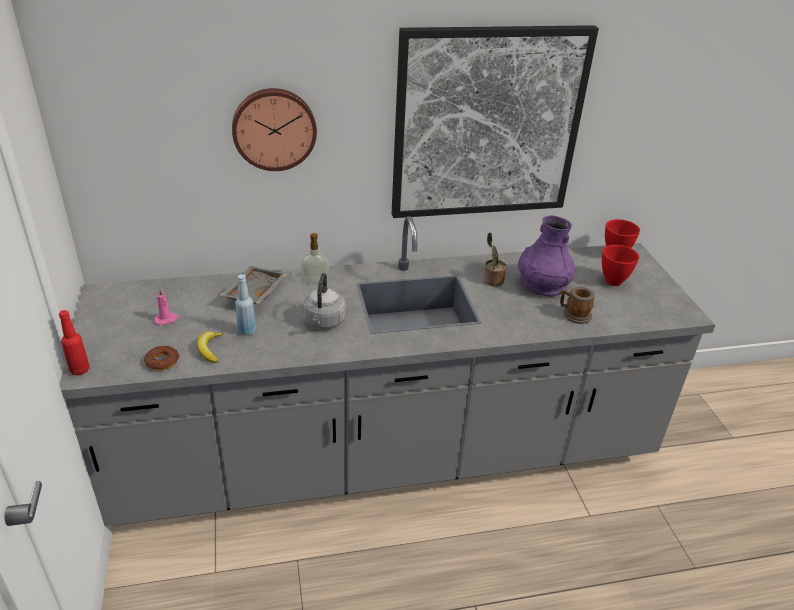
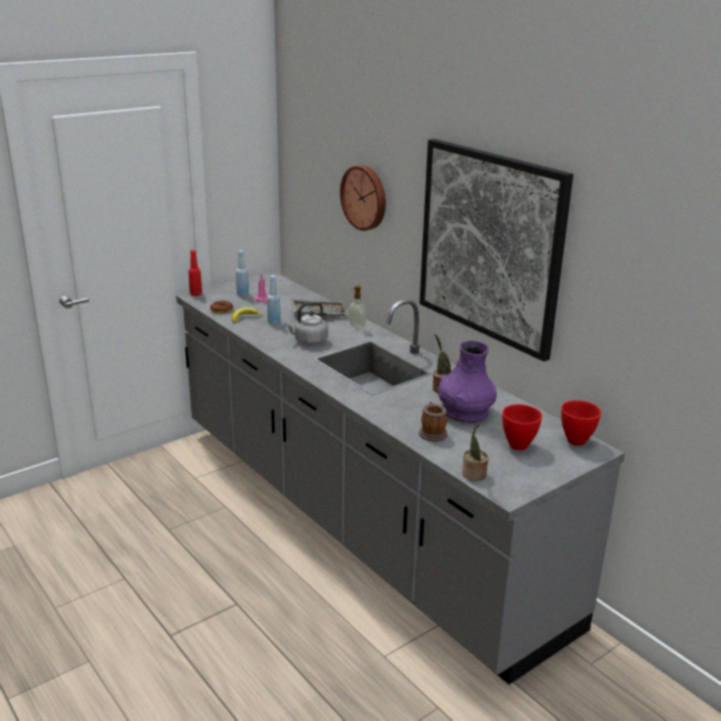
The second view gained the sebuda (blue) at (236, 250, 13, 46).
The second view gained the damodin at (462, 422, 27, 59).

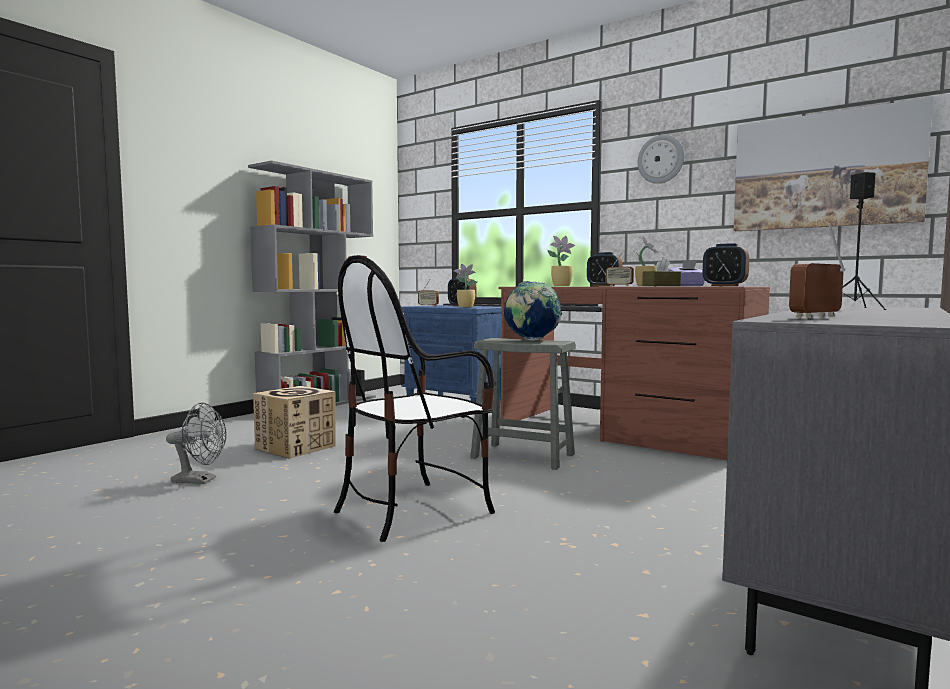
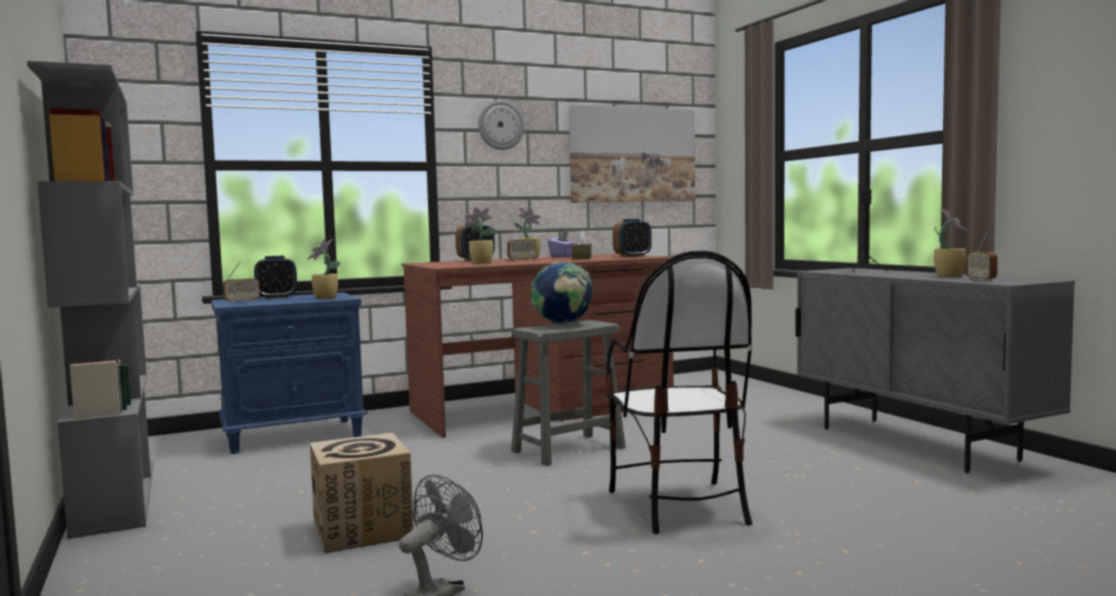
The second view gained the damodin at (934, 208, 34, 69).

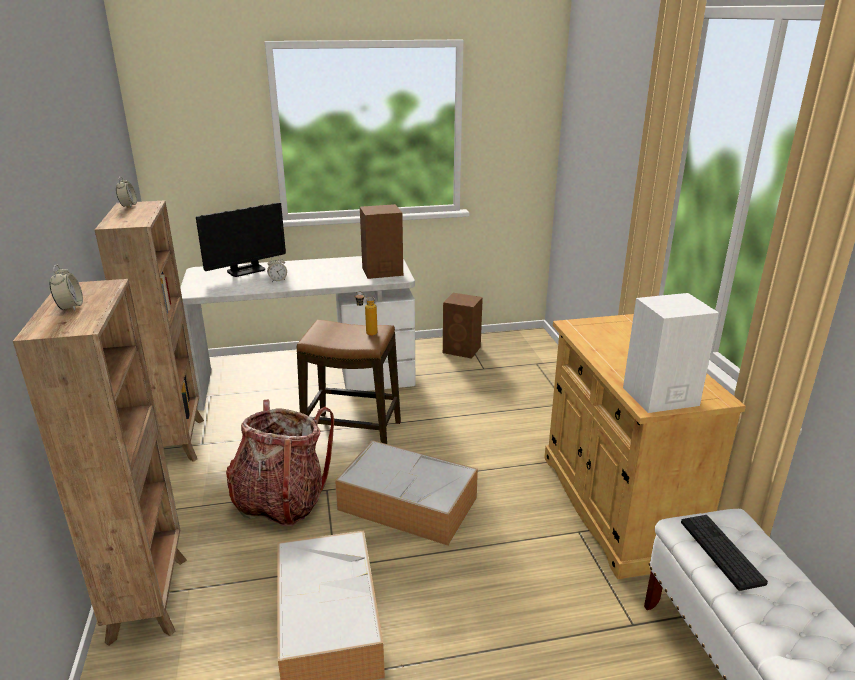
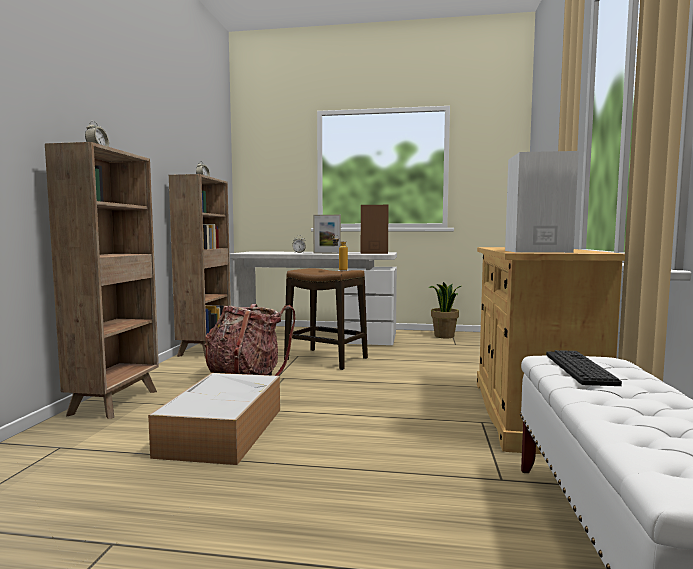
The second view lost the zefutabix at (196, 202, 90, 75).
The second view lost the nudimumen at (335, 440, 143, 106).
The second view gained the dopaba at (313, 215, 28, 39).
Where the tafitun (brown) stood at (443, 293, 40, 66), the damodin came to stand at (428, 282, 33, 56).

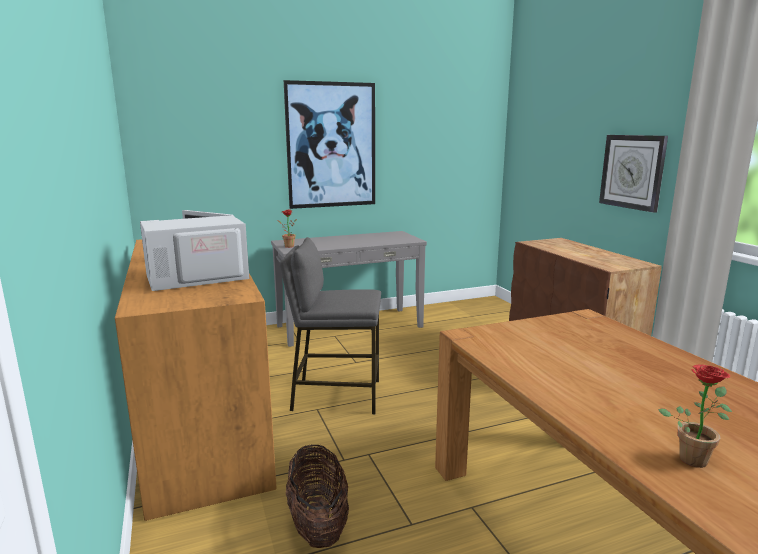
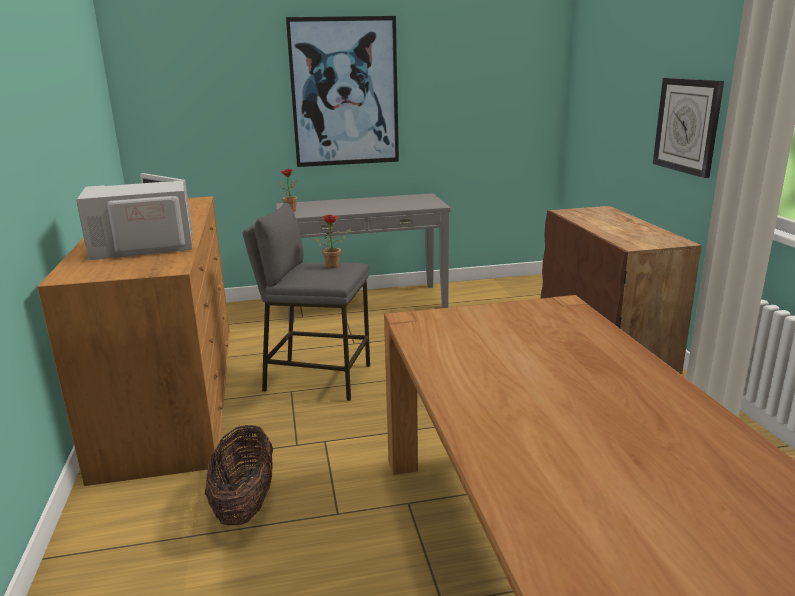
The damodin ended up elsewhere, having gone from (658, 365, 74, 103) to (314, 215, 37, 53).

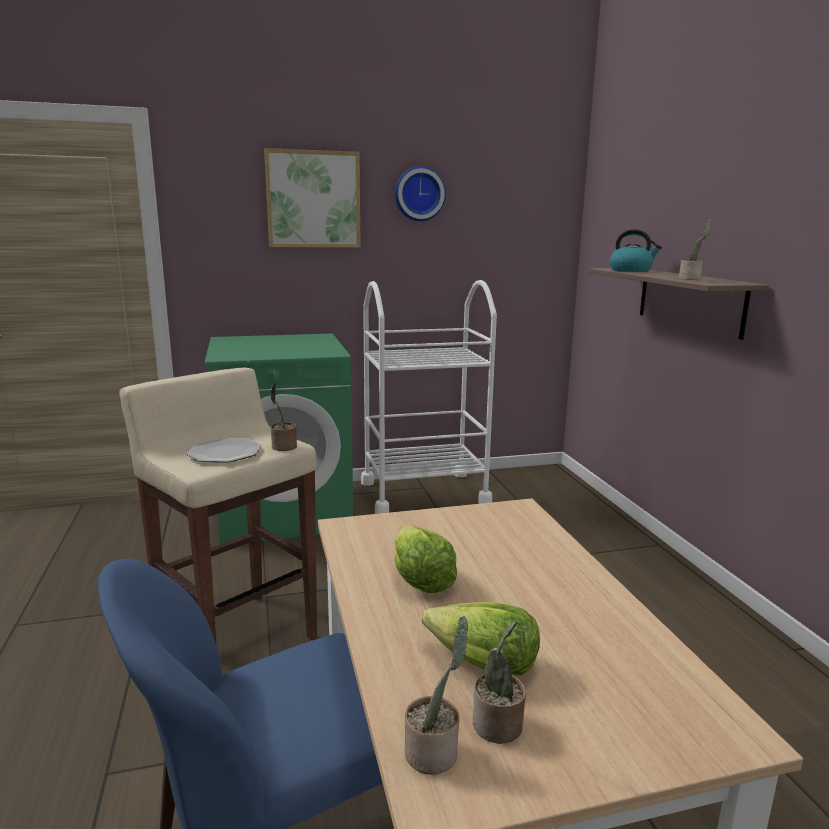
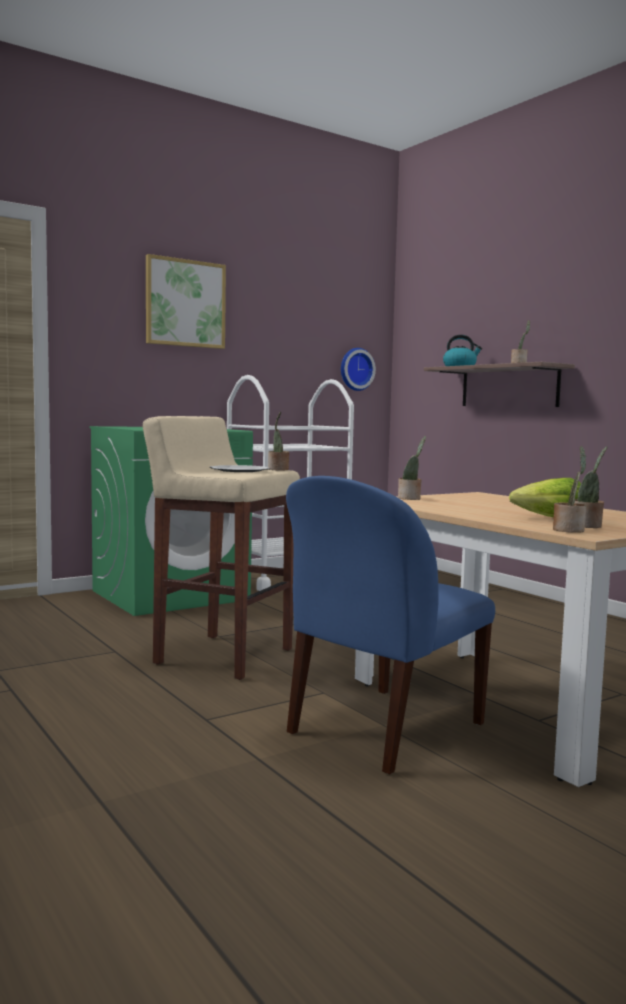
The second view lost the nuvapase at (394, 525, 63, 68).
The second view gained the damodin at (398, 436, 28, 64).
The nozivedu ended up elsewhere, having gone from (395, 166, 51, 55) to (341, 348, 35, 43).

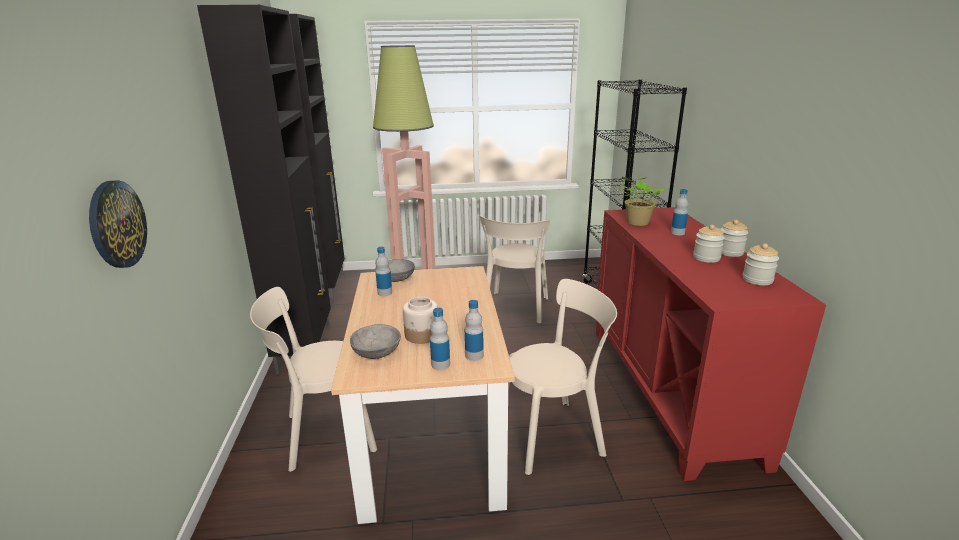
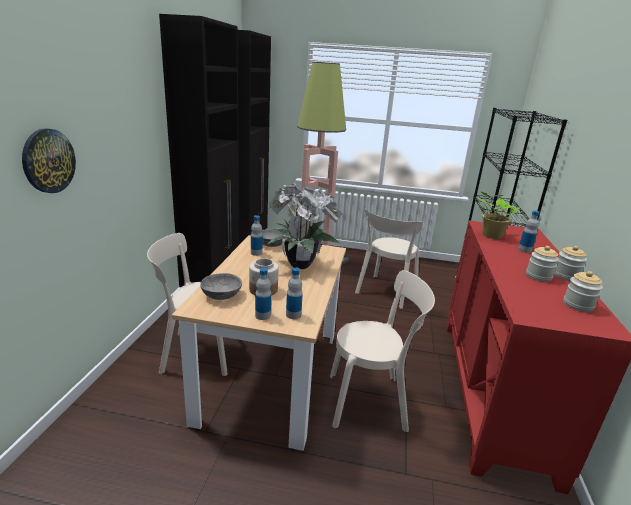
The second view gained the damodin at (266, 183, 77, 86).

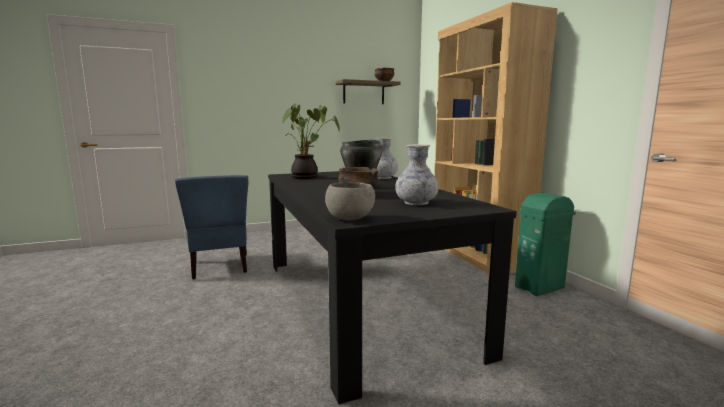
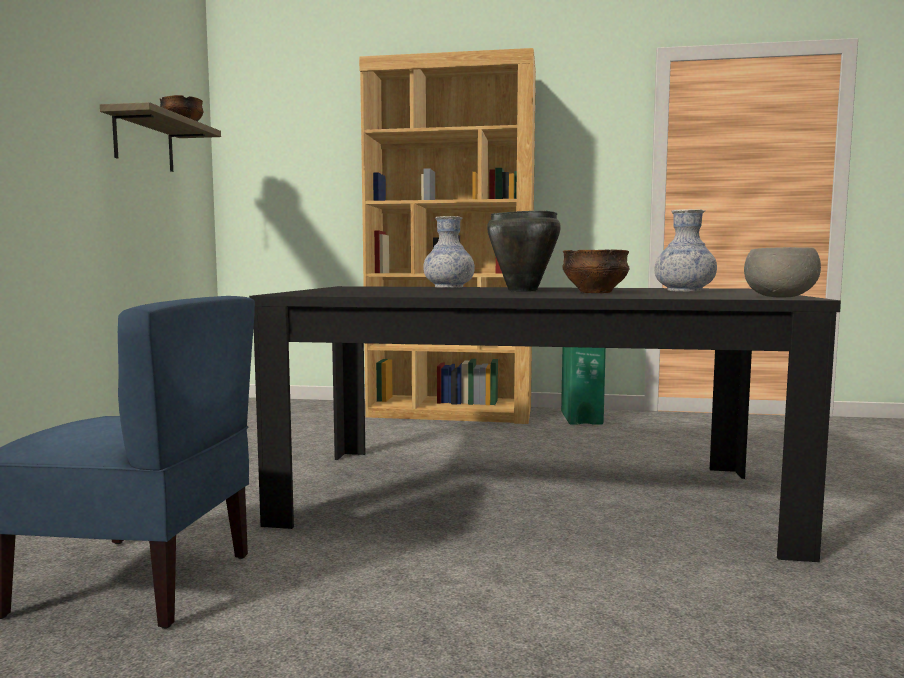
The second view lost the damodin at (282, 103, 58, 76).

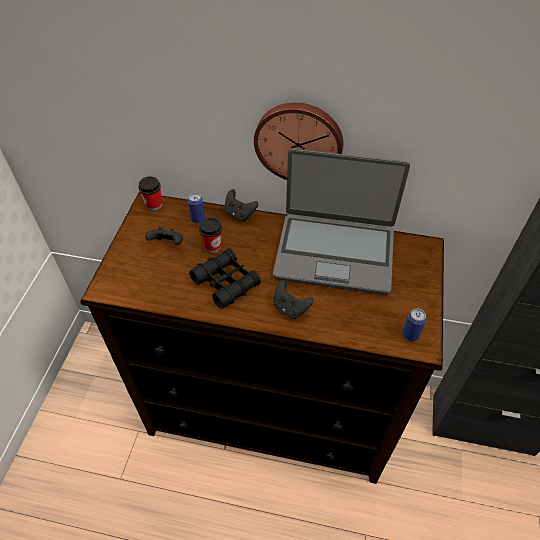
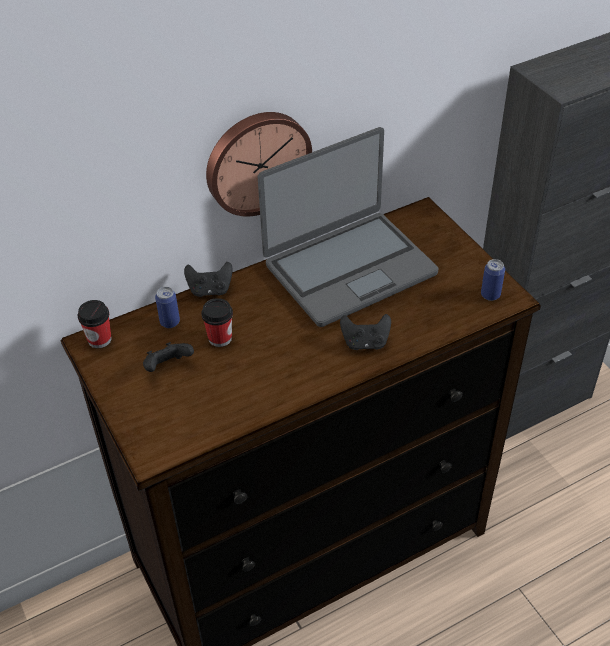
The second view lost the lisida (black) at (189, 248, 72, 61).

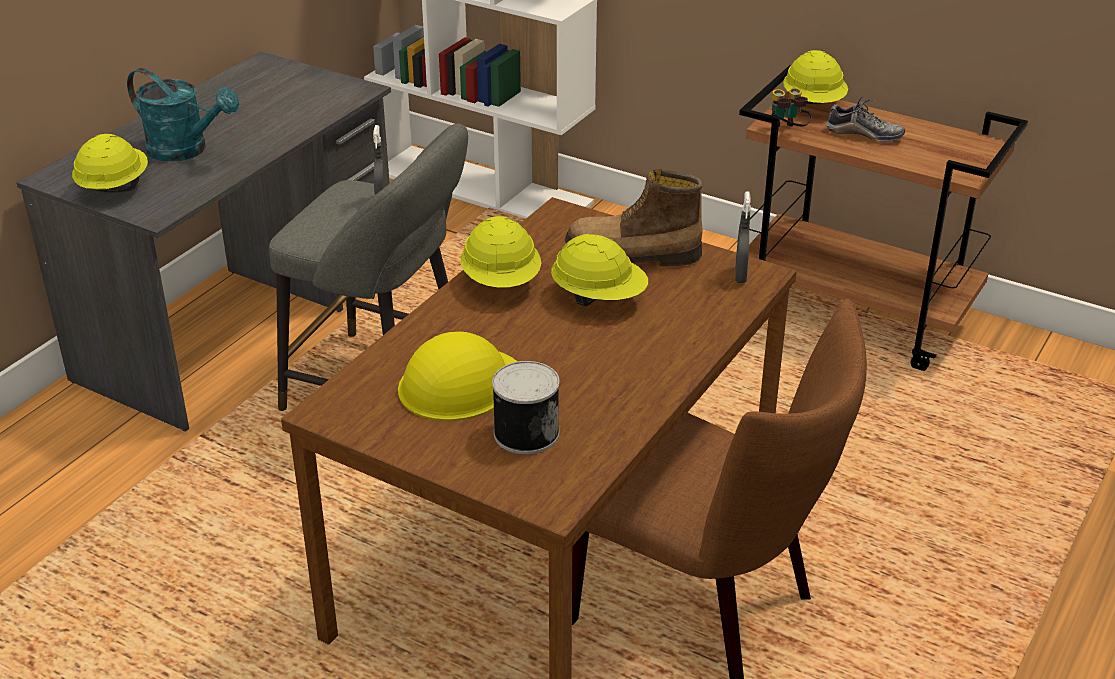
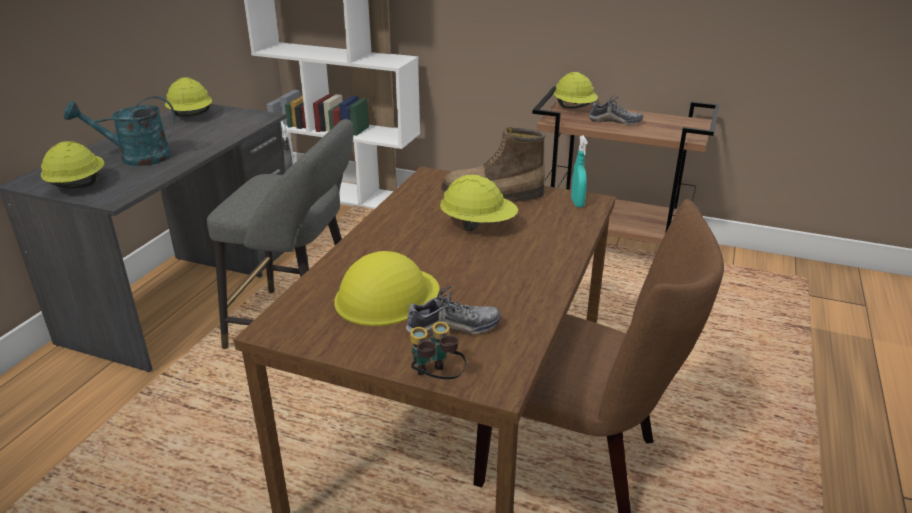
The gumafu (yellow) ended up elsewhere, having gone from (461, 216, 80, 72) to (165, 77, 47, 39).
The lisida ended up elsewhere, having gone from (771, 88, 41, 39) to (410, 322, 56, 57).
Where the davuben stood at (492, 361, 67, 93), the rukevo came to stand at (406, 286, 95, 51).
What was the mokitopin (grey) at (735, 191, 16, 92) turned into the mokitopin (turquoise) at (571, 135, 17, 72).
The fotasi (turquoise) at (127, 68, 112, 93) ended up facing another way, 150 degrees clockwise from before.

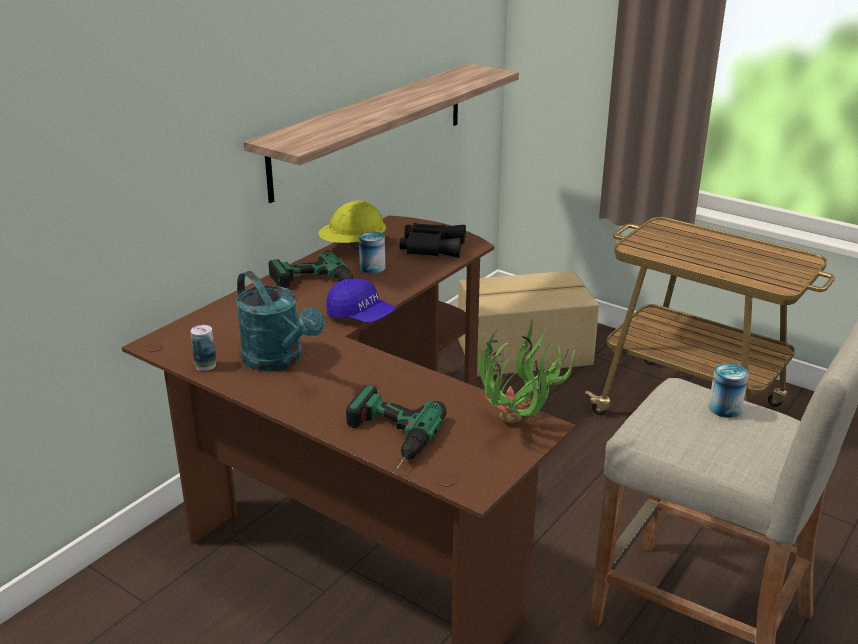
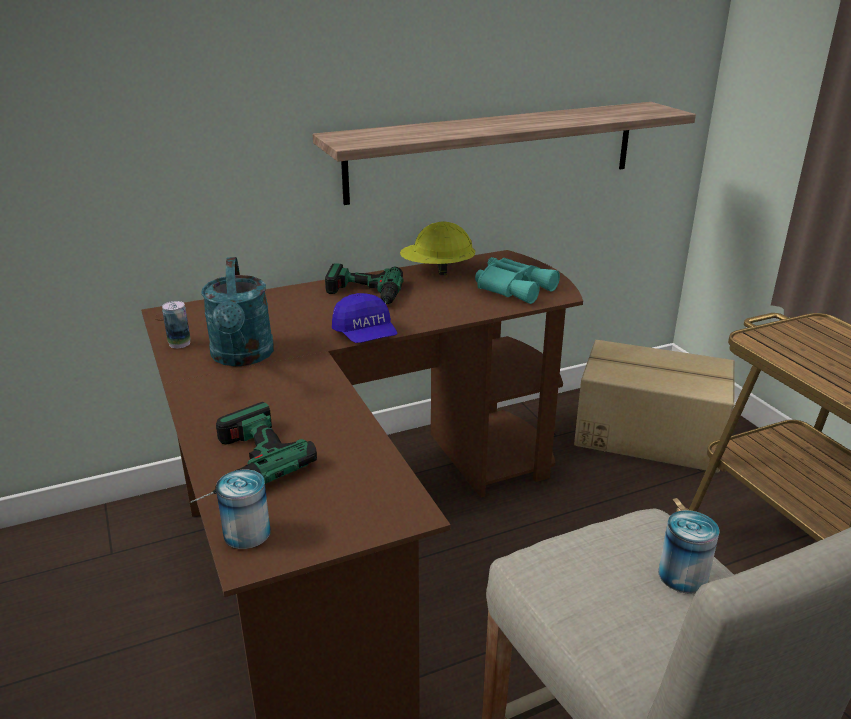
The second view lost the damodin at (478, 318, 99, 105).
The davuben ended up elsewhere, having gone from (359, 232, 26, 42) to (216, 469, 55, 80).
What was the lisida (black) at (400, 223, 66, 35) turned into the lisida (turquoise) at (475, 257, 85, 47).

